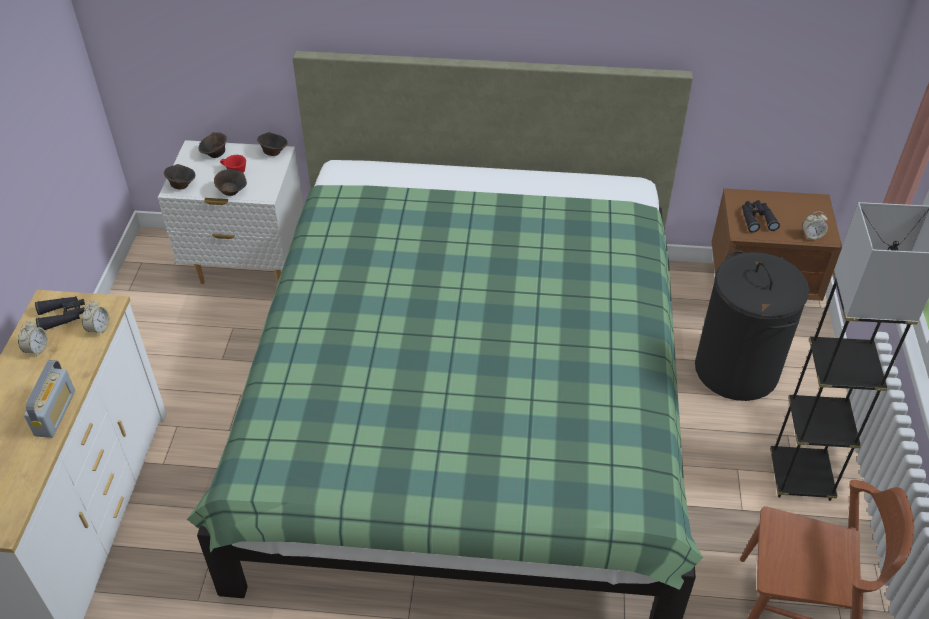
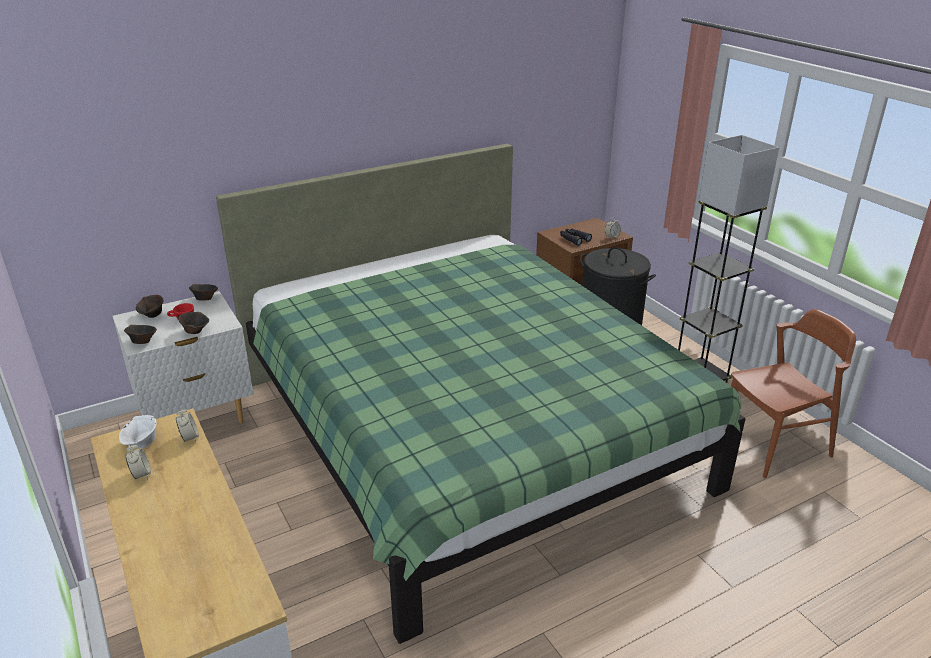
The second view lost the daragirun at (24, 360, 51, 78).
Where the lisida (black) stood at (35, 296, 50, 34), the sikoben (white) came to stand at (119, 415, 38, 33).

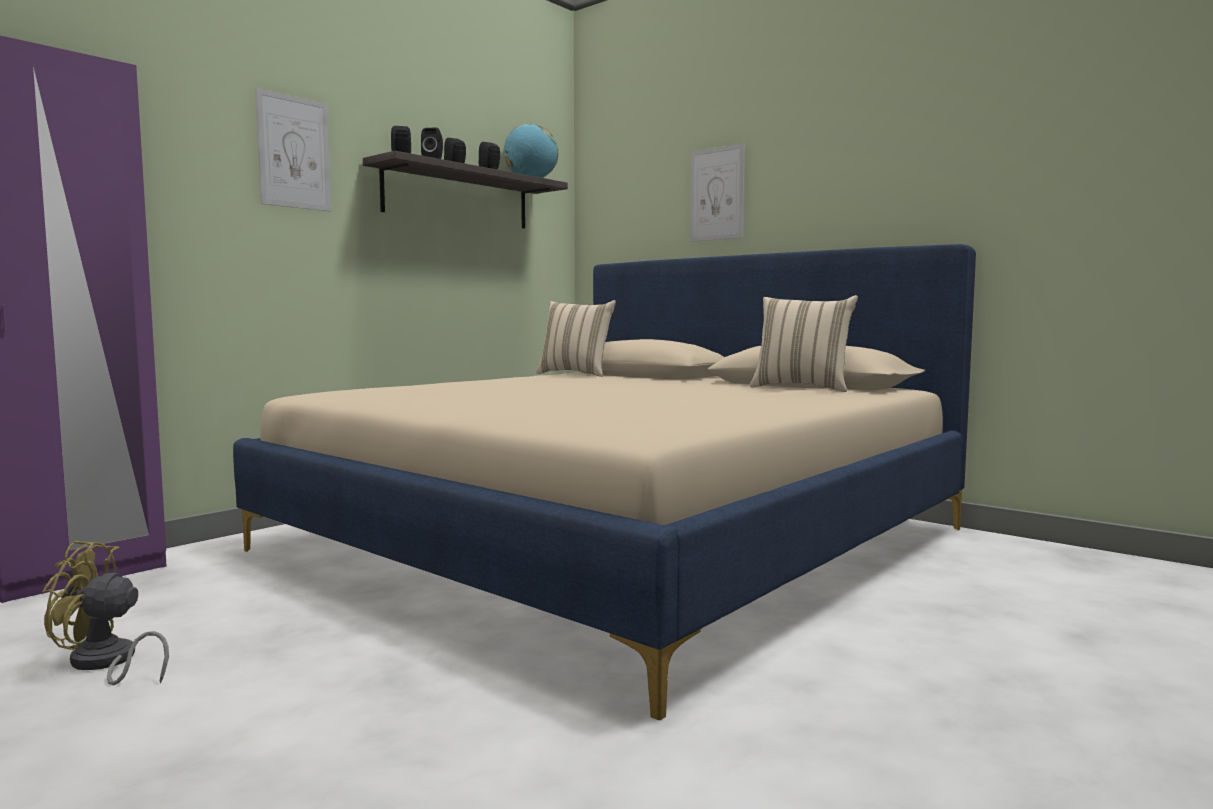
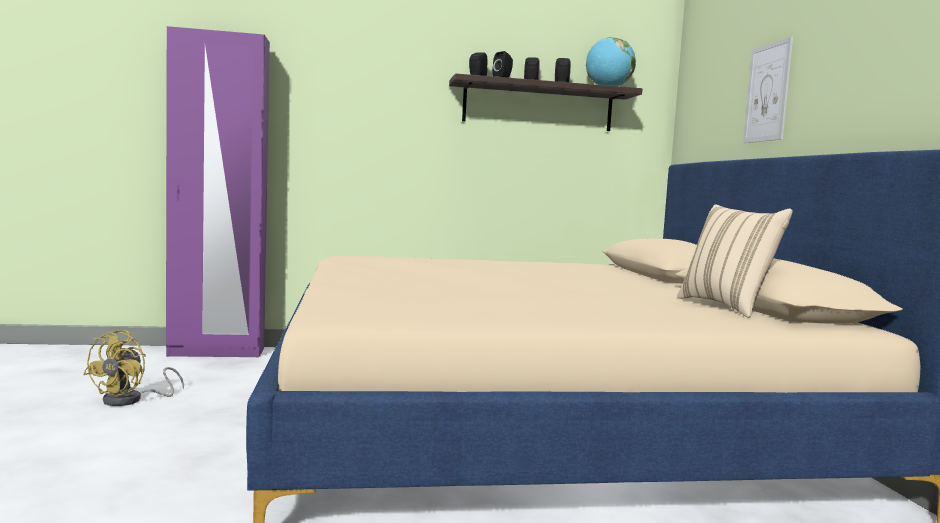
The second view lost the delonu at (255, 88, 77, 124).
The second view lost the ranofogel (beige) at (536, 300, 80, 77).
The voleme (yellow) at (43, 541, 126, 144) ended up facing another way, 120 degrees counterclockwise from before.

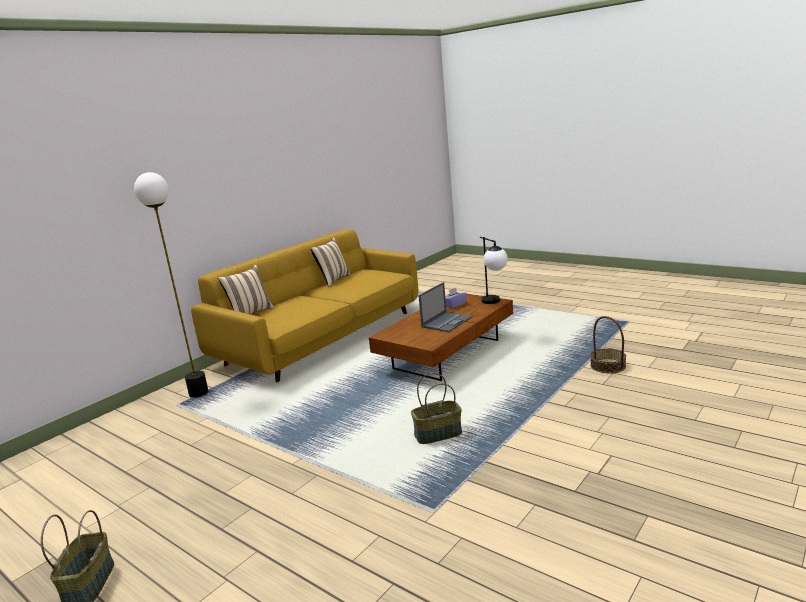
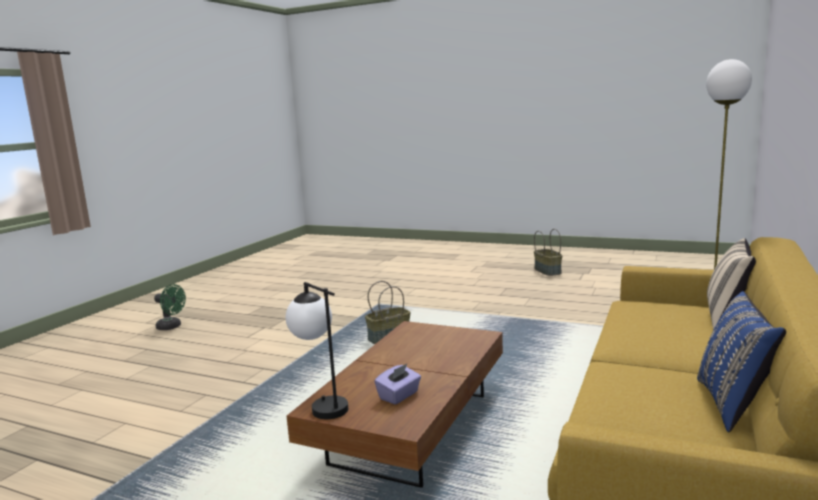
The second view lost the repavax at (418, 282, 54, 50).
The second view lost the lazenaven at (590, 316, 36, 57).
The second view gained the voleme (green) at (154, 284, 32, 46).
What was the ranofogel (beige) at (311, 238, 40, 49) turned into the ranofogel (blue) at (697, 291, 89, 141).

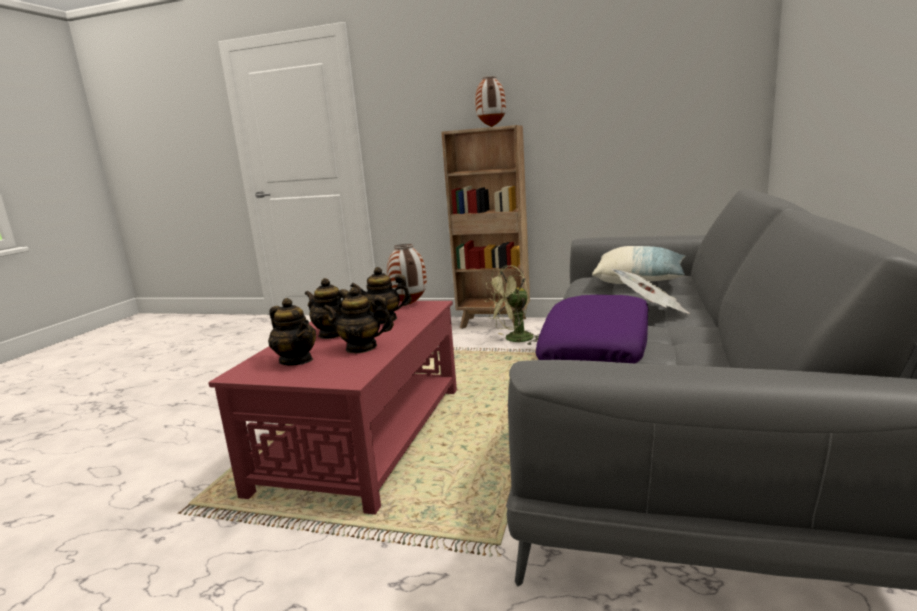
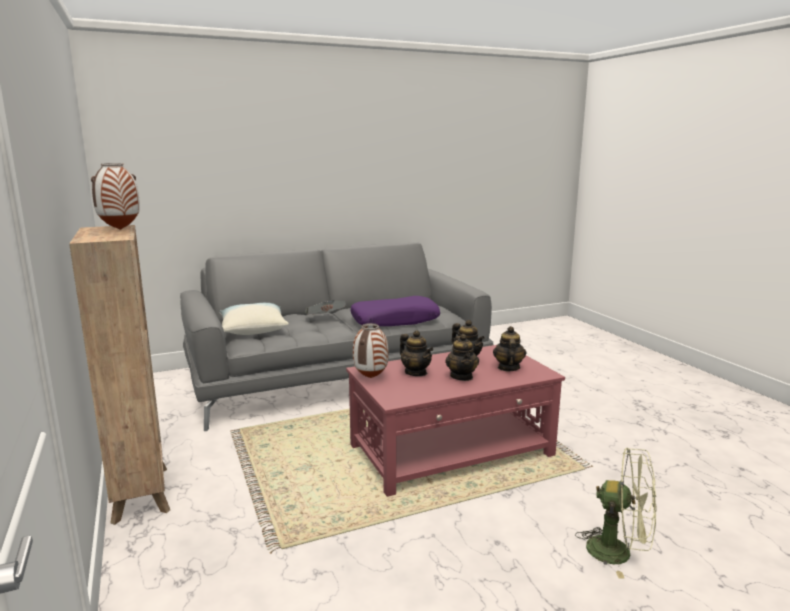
The voleme (green) ended up elsewhere, having gone from (485, 265, 55, 80) to (575, 448, 82, 131).

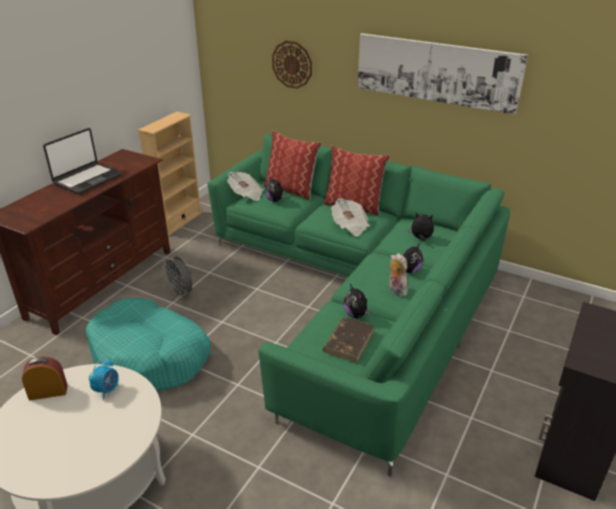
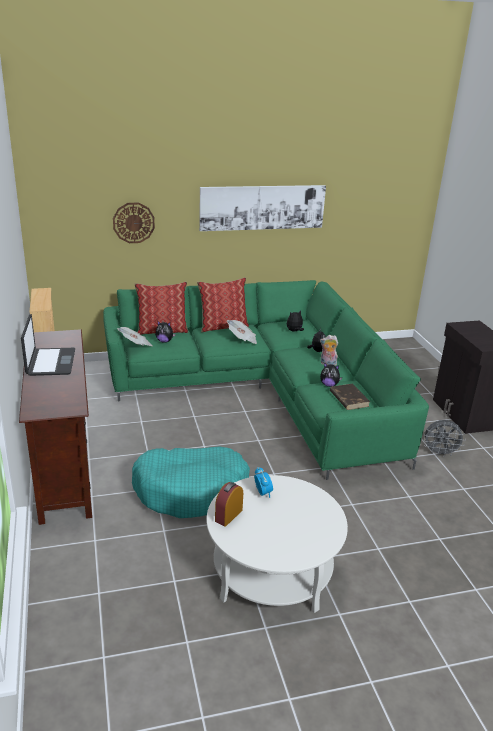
The voleme (grey) ended up elsewhere, having gone from (163, 256, 29, 42) to (423, 420, 43, 36).

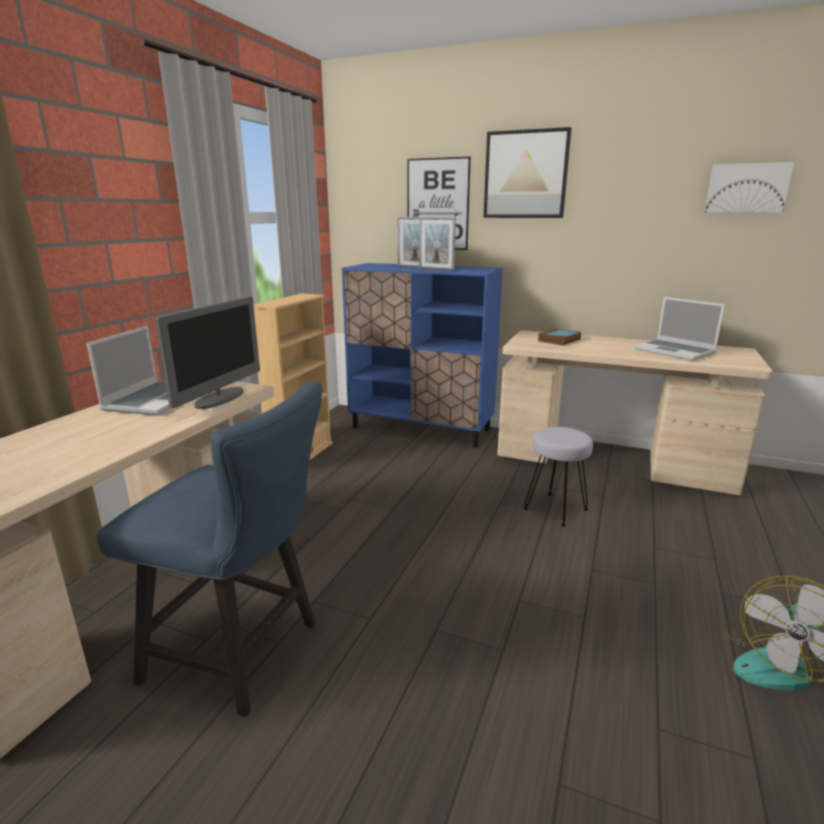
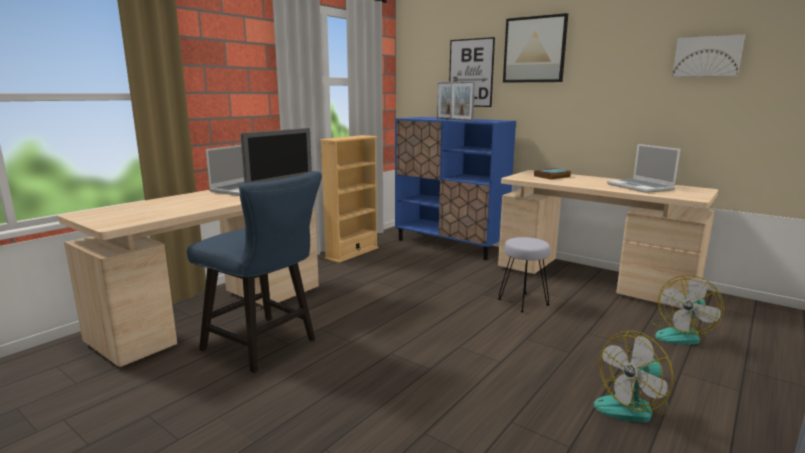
The second view gained the voleme at (651, 275, 73, 70).

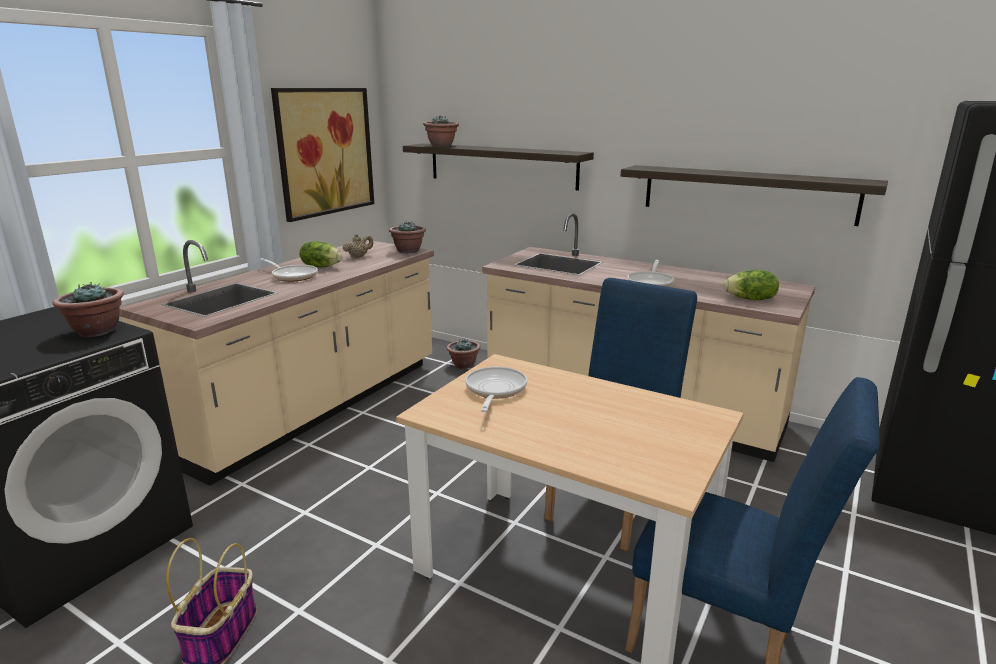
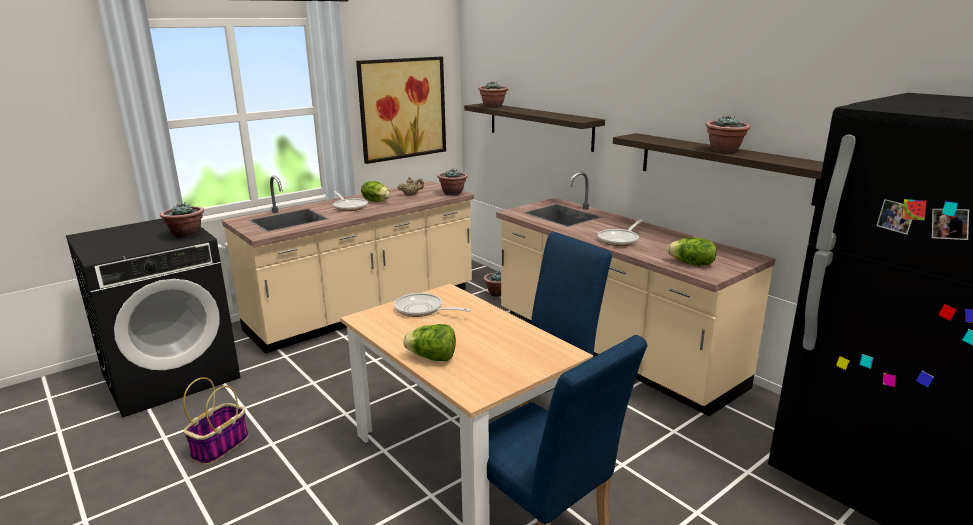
The second view gained the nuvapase at (403, 324, 53, 37).
The second view gained the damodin at (705, 116, 46, 37).
The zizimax at (465, 367, 62, 45) ended up facing another way, 90 degrees counterclockwise from before.

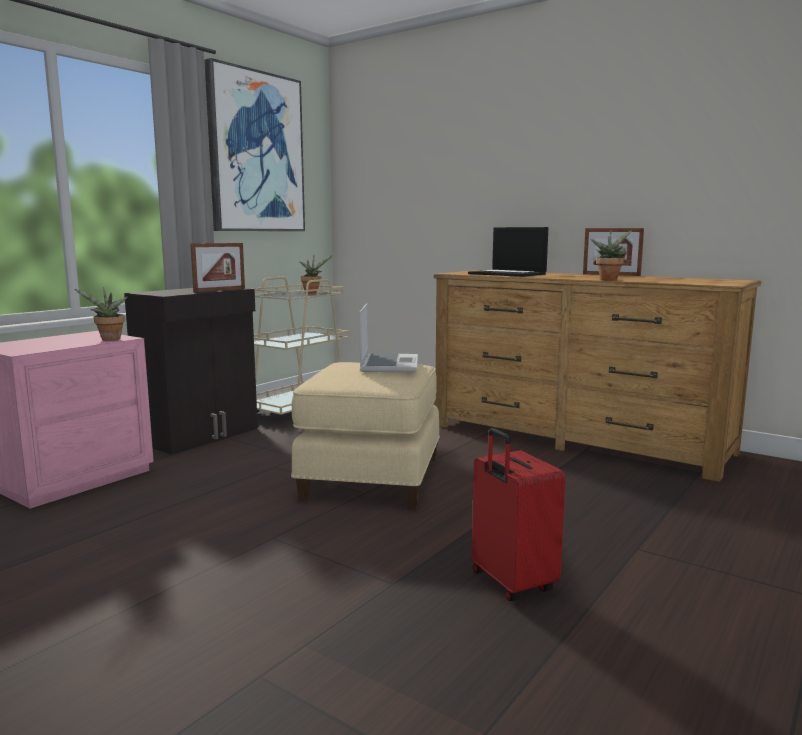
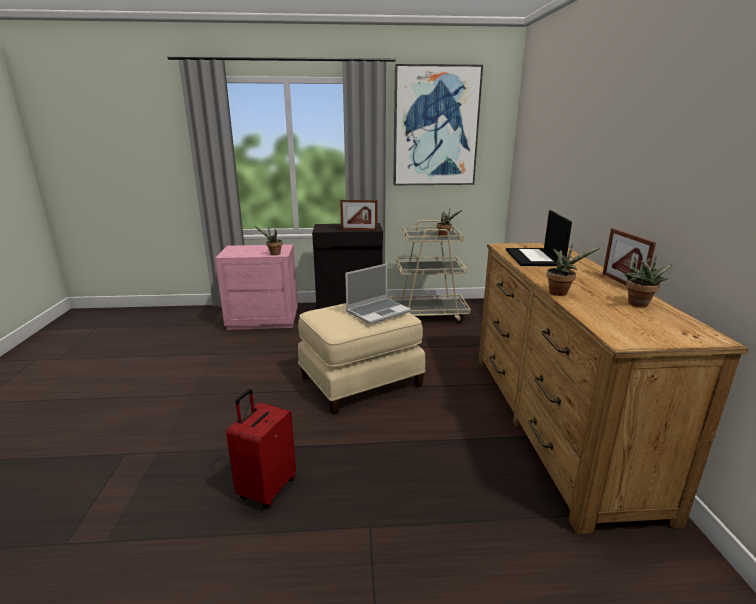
The second view gained the damodin at (625, 256, 48, 51).

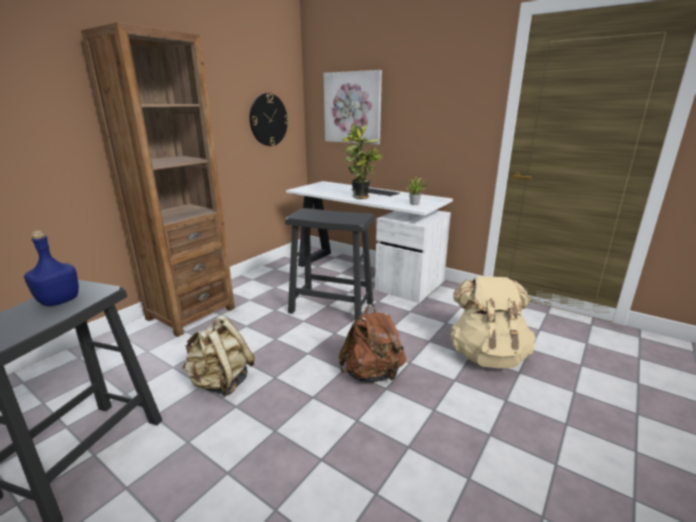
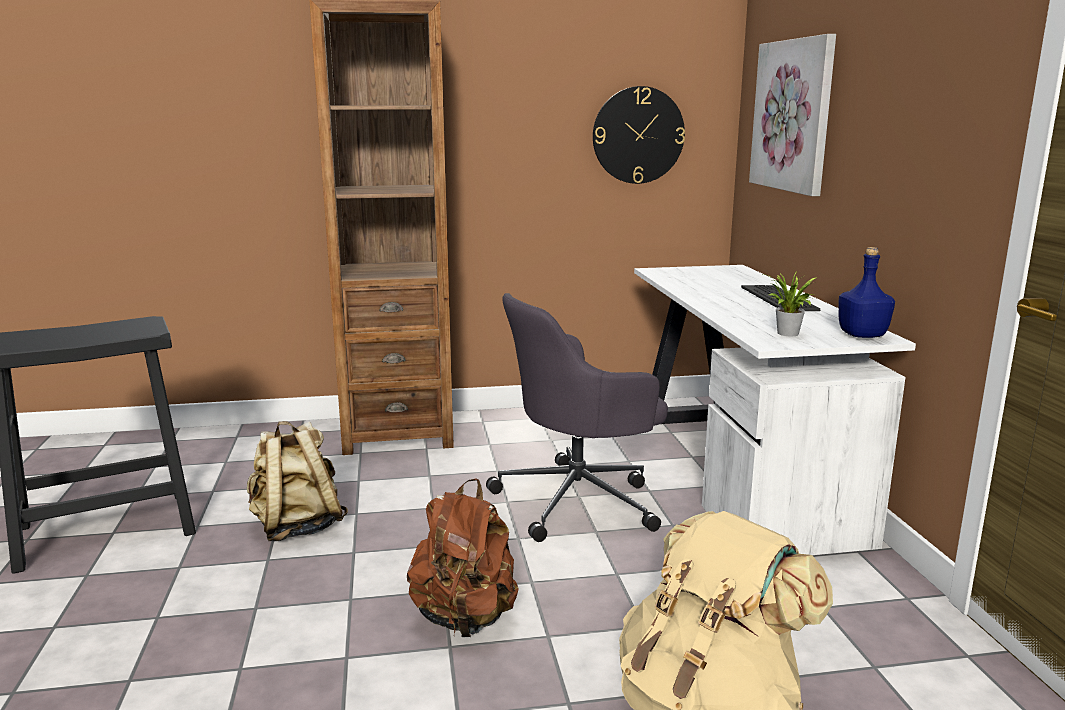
The second view lost the damodin at (342, 124, 40, 75).
The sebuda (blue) ended up elsewhere, having gone from (24, 231, 55, 75) to (838, 247, 57, 91).
Where the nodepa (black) stood at (285, 208, 90, 113), the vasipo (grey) came to stand at (486, 293, 182, 249).

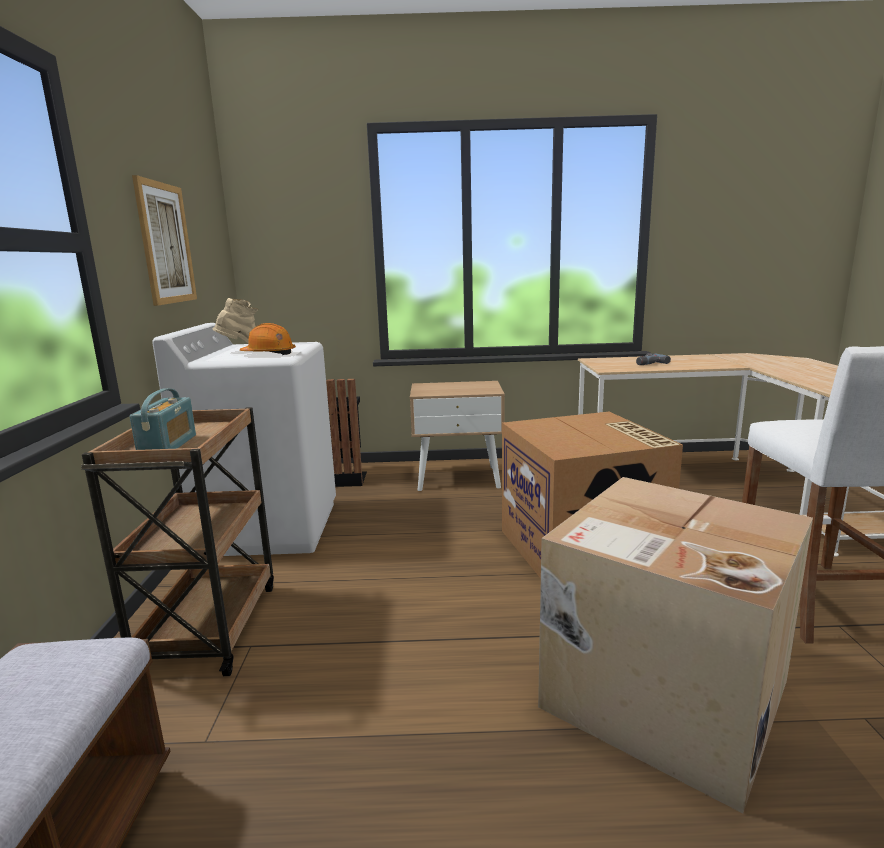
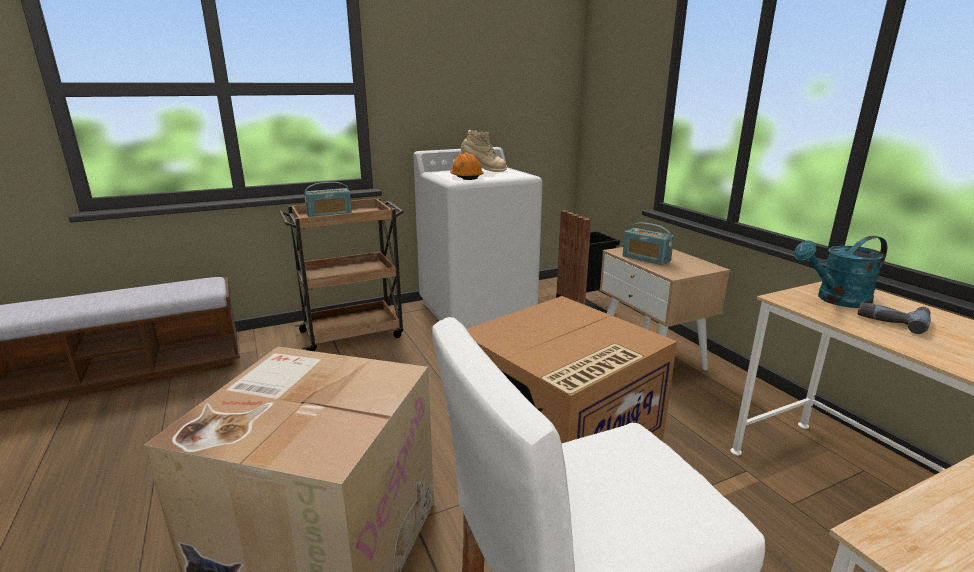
The second view lost the delonu at (132, 175, 65, 131).
The second view gained the daragirun at (623, 222, 51, 43).
The second view gained the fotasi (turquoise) at (794, 236, 93, 72).

